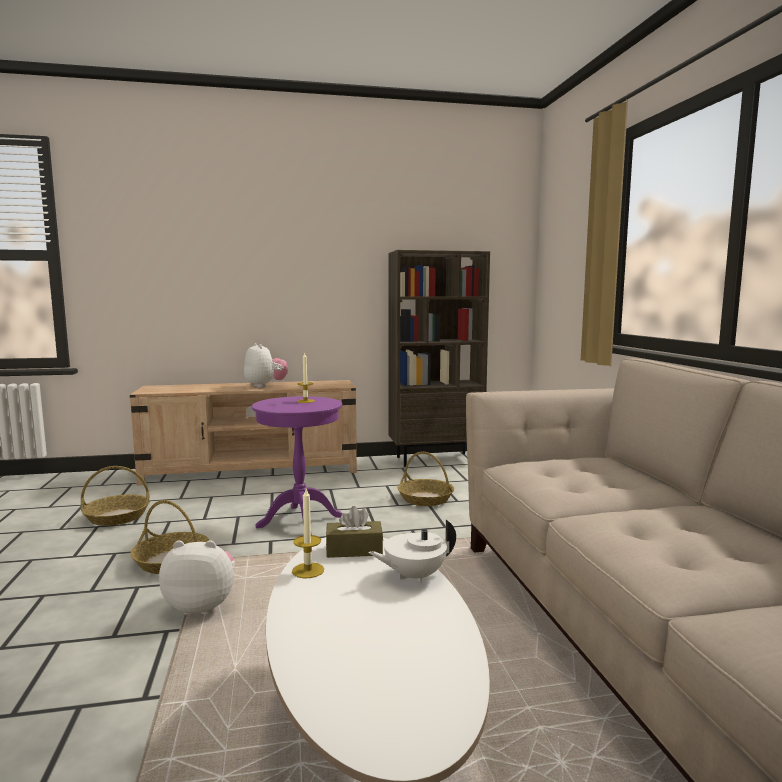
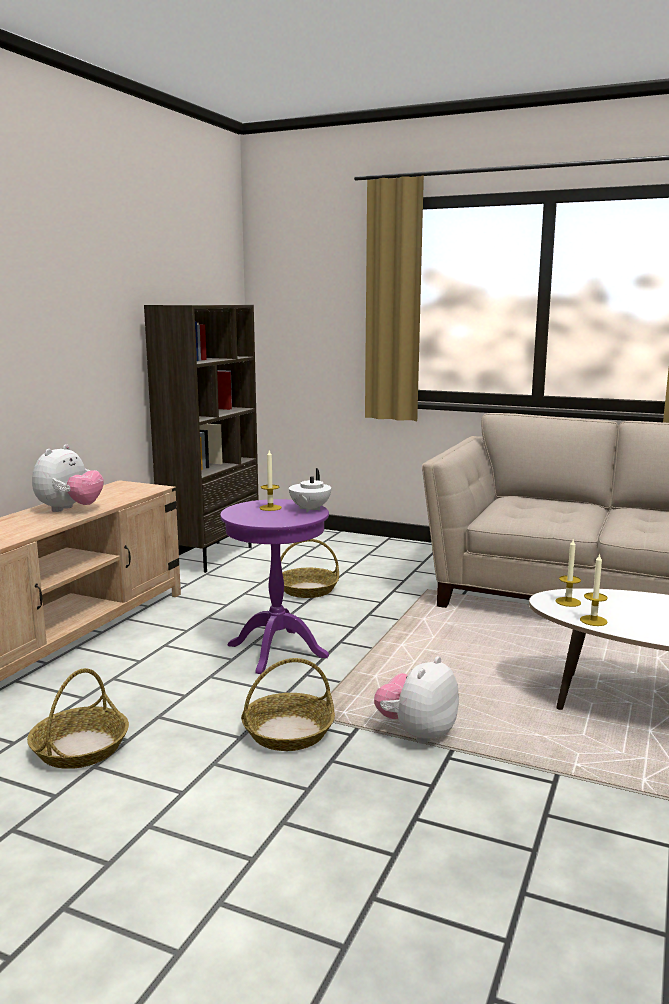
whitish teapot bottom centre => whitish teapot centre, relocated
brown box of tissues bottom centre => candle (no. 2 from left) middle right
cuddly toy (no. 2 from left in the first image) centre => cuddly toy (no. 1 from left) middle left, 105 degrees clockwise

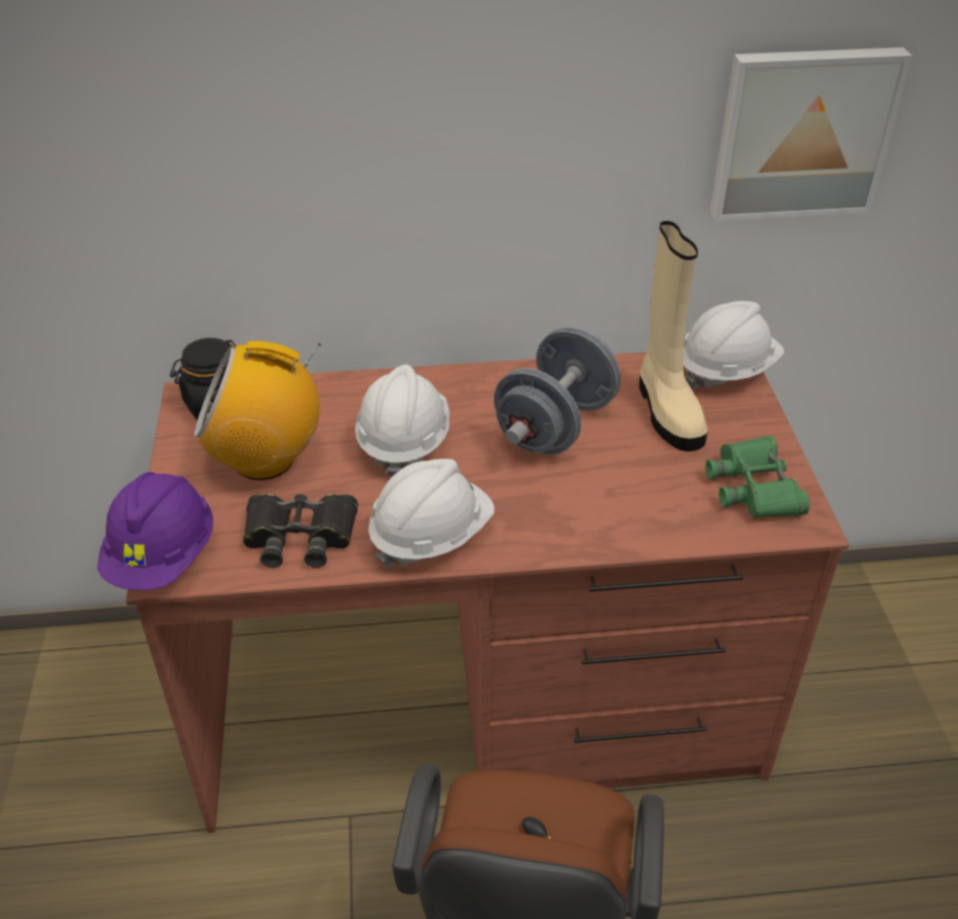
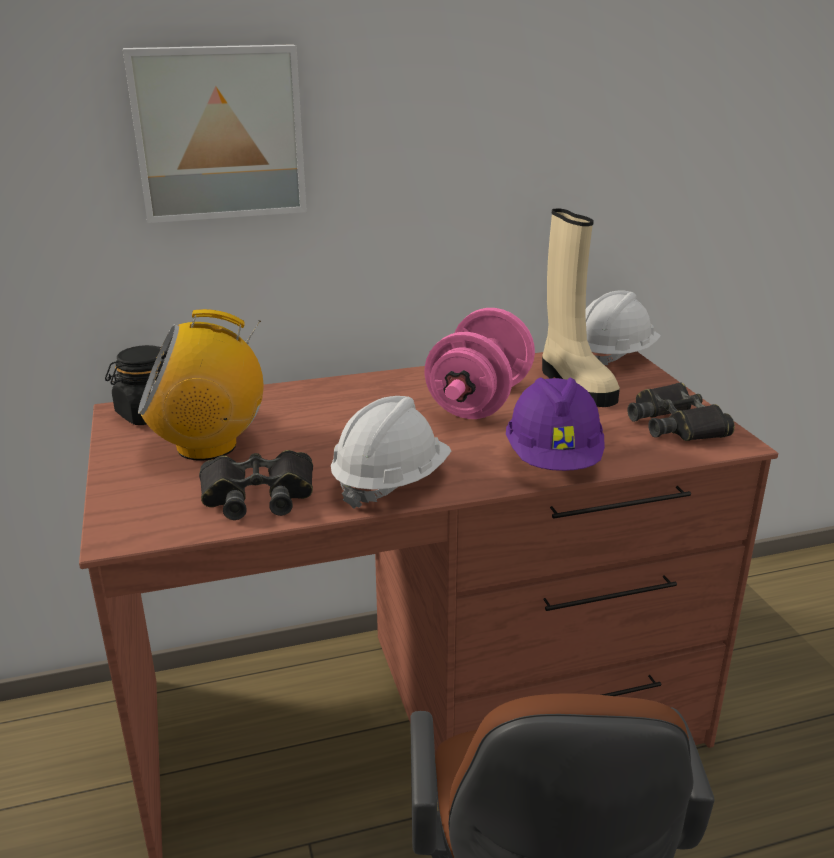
whitish hard hat (no. 1 from left) centre => nothing
purple-coloured hard hat middle left => purple-coloured hard hat centre, relocated
wall art top right => wall art top left, relocated
grey hand weight centre => pink-coloured hand weight centre
green binoculars middle right => blackish binoculars (no. 2 from left) middle right

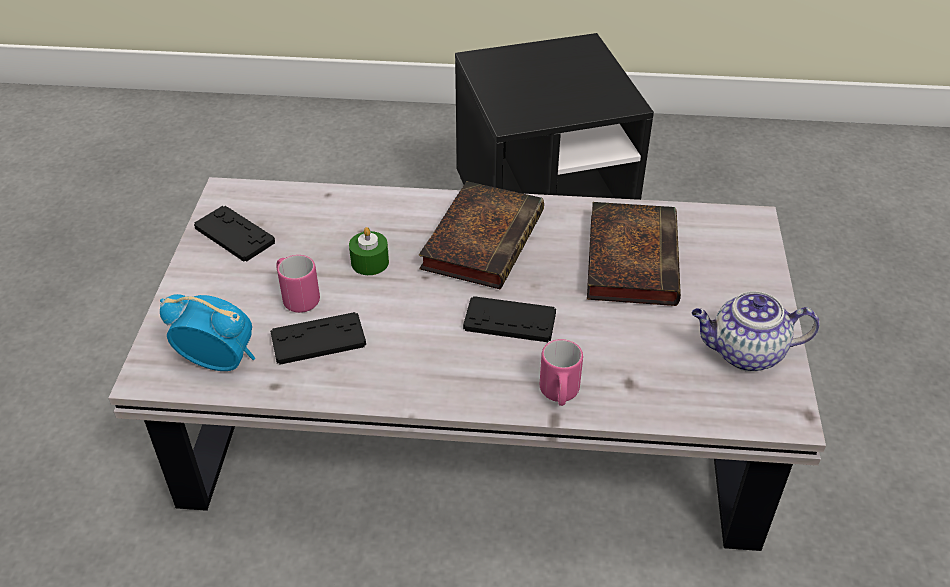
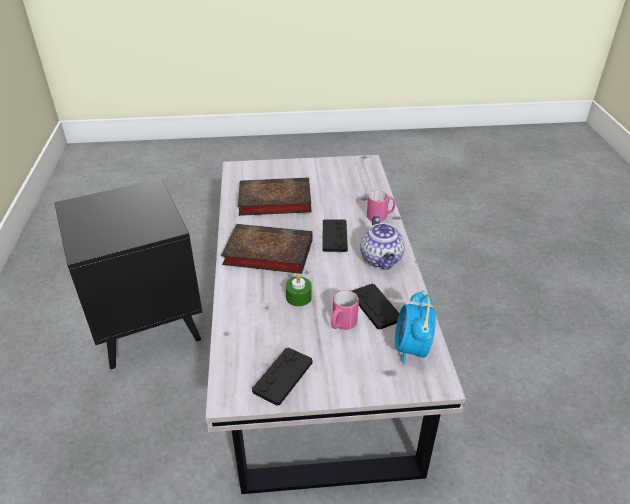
teapot middle right => teapot centre, relocated

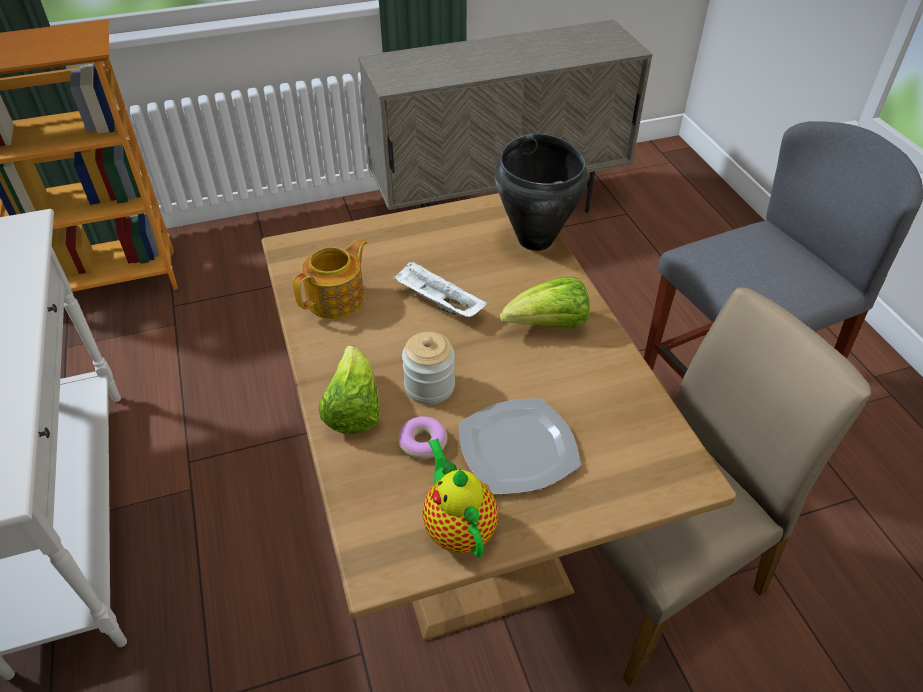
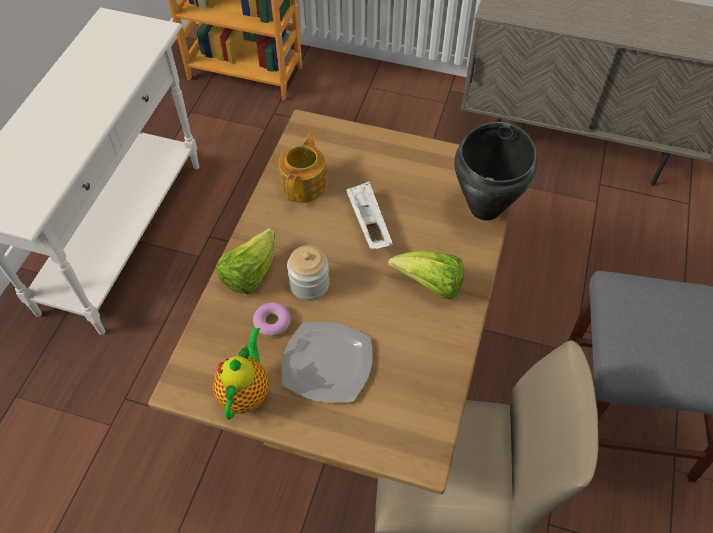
teapot (no. 1 from left in the first image) centre => teapot (no. 2 from left) top centre, 60 degrees counterclockwise

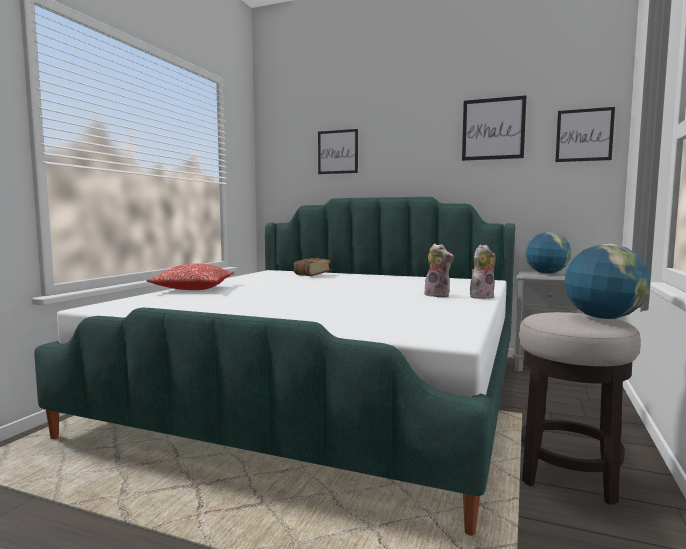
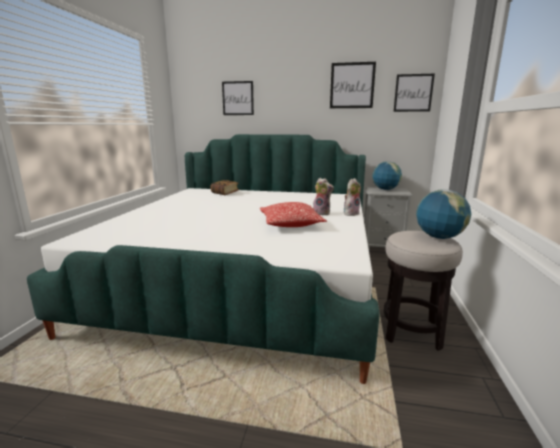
pillow middle left => pillow centre, relocated

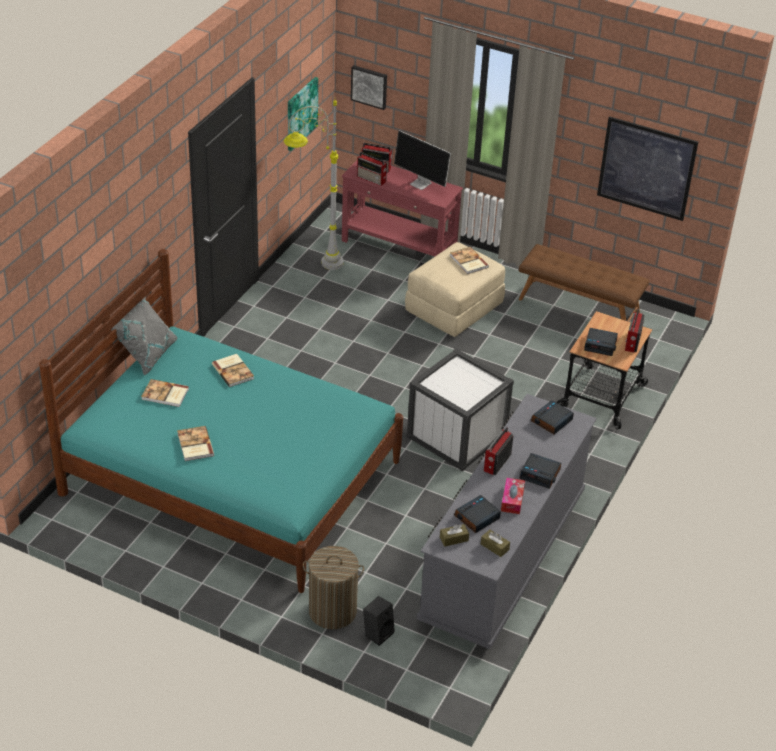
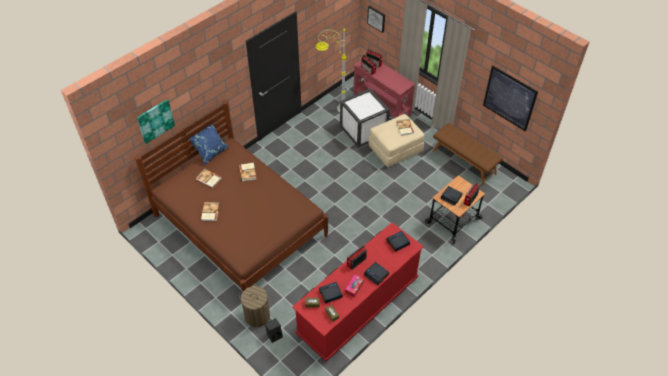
computer screen top centre => nothing
wall art (no. 1 from left) top centre => wall art (no. 1 from left) top left, relocated
whitish storage box centre => whitish storage box top centre, relocated
turquoise bedroom bed middle left => brown bedroom bed centre
grey pillow middle left => blue pillow middle left
grey dresser bottom centre => red-coloured dresser bottom centre

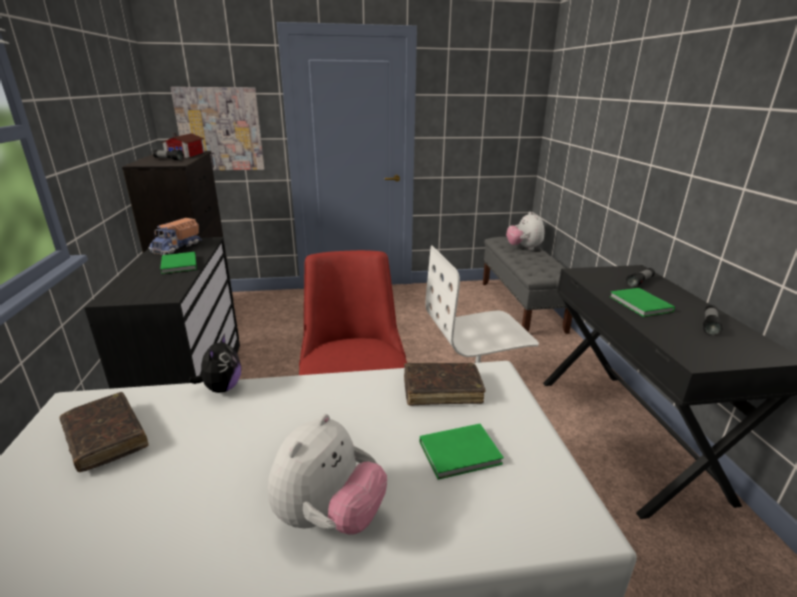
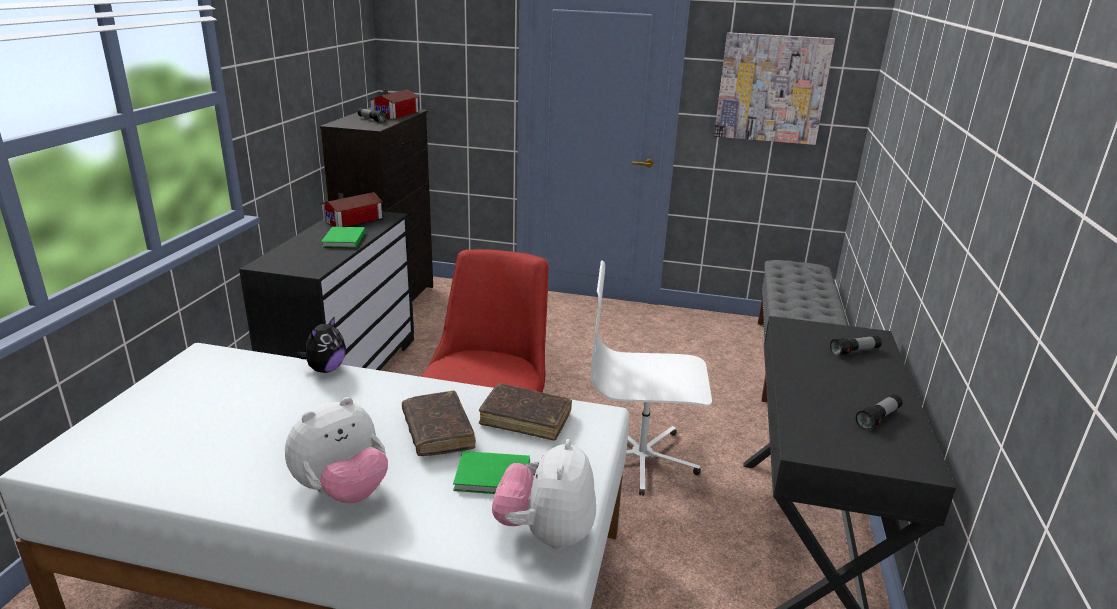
green bound book (no. 3 from left) middle right => nothing
brown bound book (no. 1 from left) bottom left => brown bound book (no. 1 from left) bottom centre, relocated
wall art top left => wall art top right, relocated
cuddly toy (no. 3 from left) centre => cuddly toy (no. 3 from left) bottom centre, relocated
toy lorry middle left => toy house (no. 1 from left) middle left

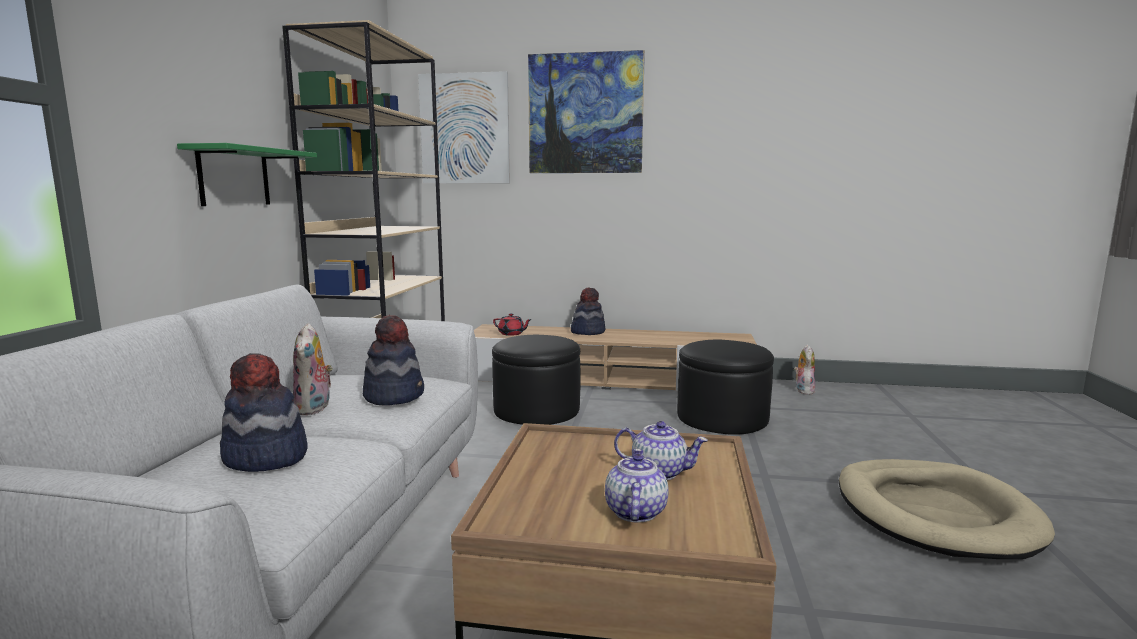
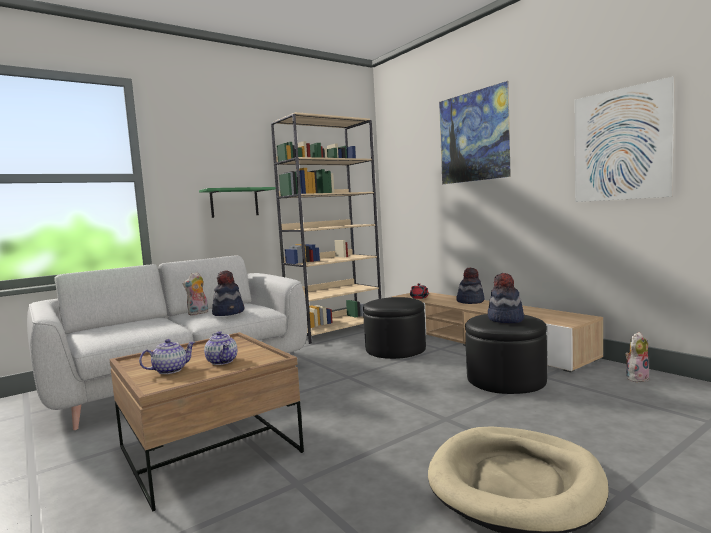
wearable hat (no. 1 from left in the first image) middle left => wearable hat (no. 3 from left) middle right, relocated
wall art (no. 1 from left in the first image) top centre => wall art (no. 2 from left) top right, relocated

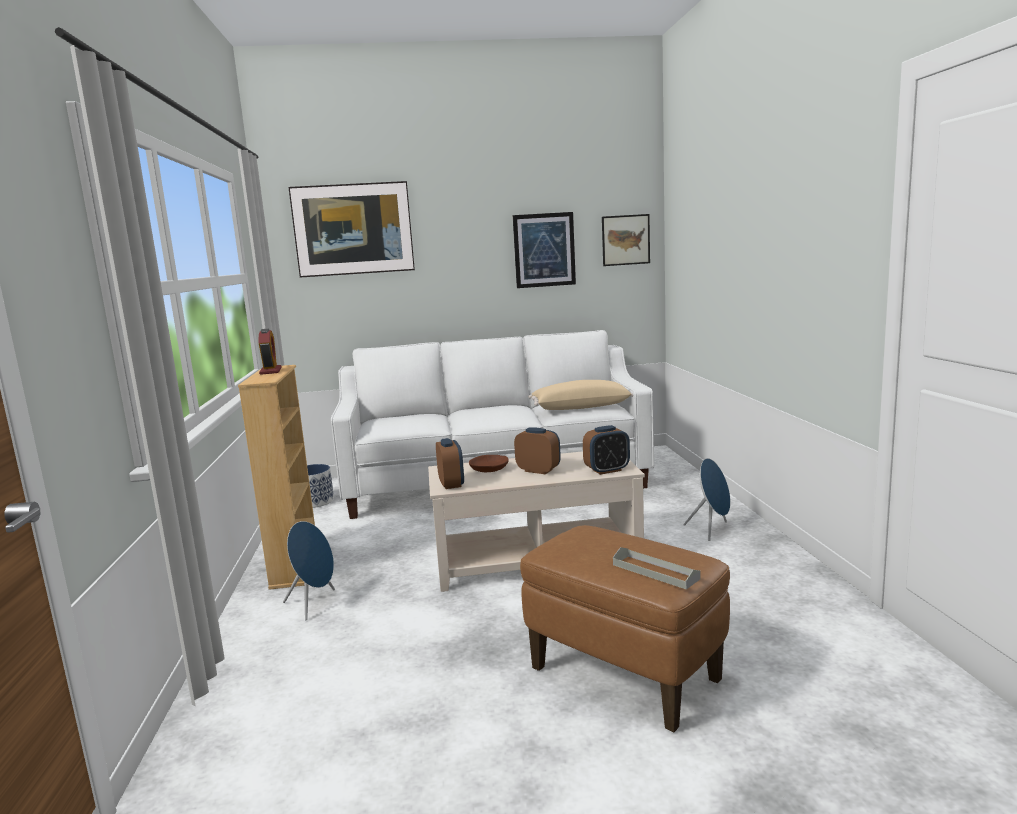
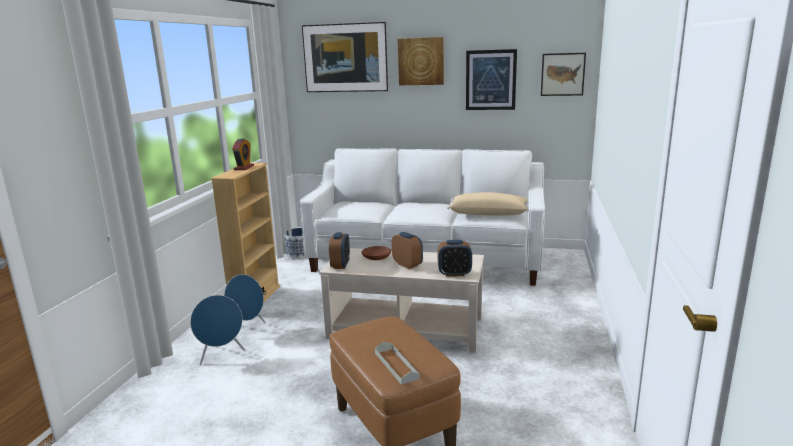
nothing => wall art (no. 2 from left) top centre
blue speaker (no. 2 from left in the first image) middle right => blue speaker (no. 1 from left) bottom left, relocated

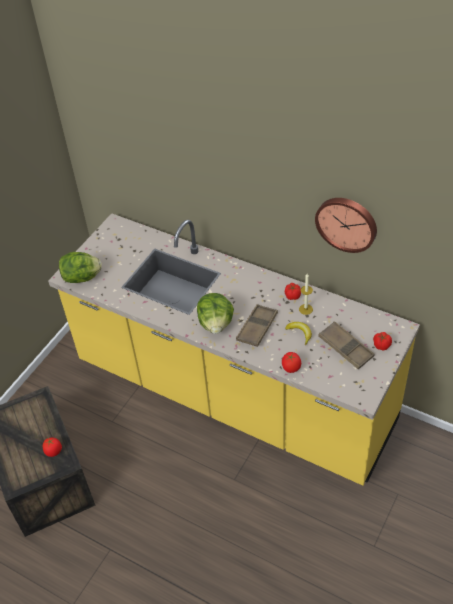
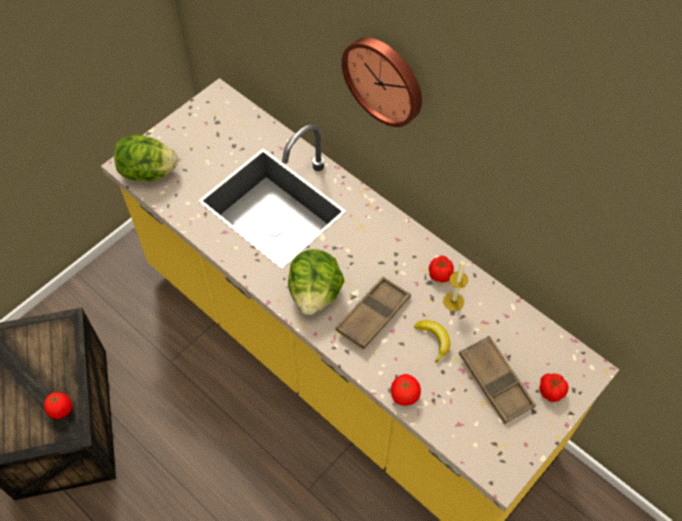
hanging clock middle right => hanging clock top centre, relocated

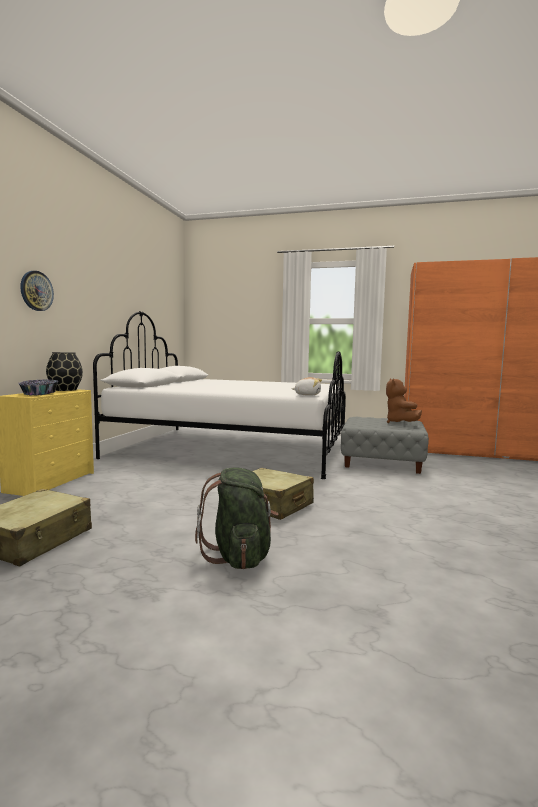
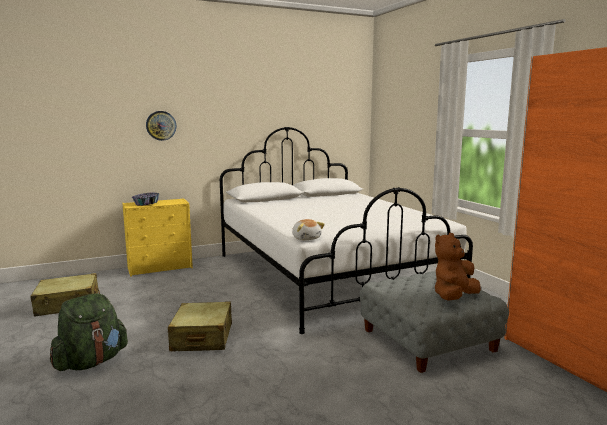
blackish flower vase middle left => nothing

